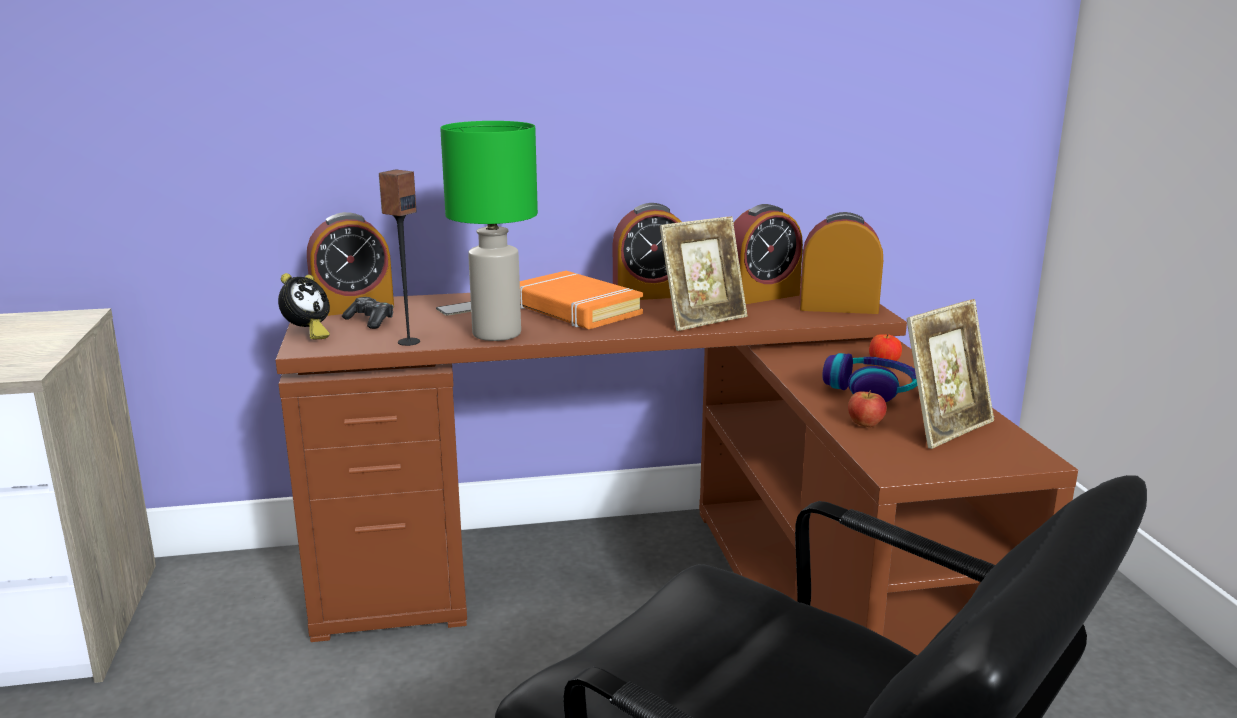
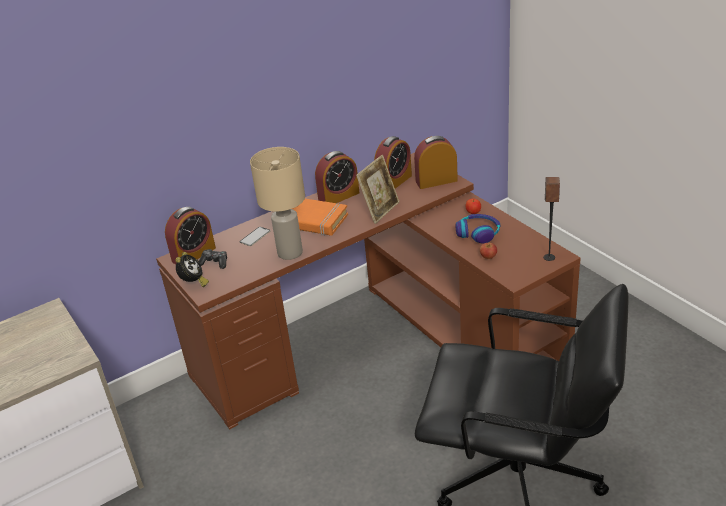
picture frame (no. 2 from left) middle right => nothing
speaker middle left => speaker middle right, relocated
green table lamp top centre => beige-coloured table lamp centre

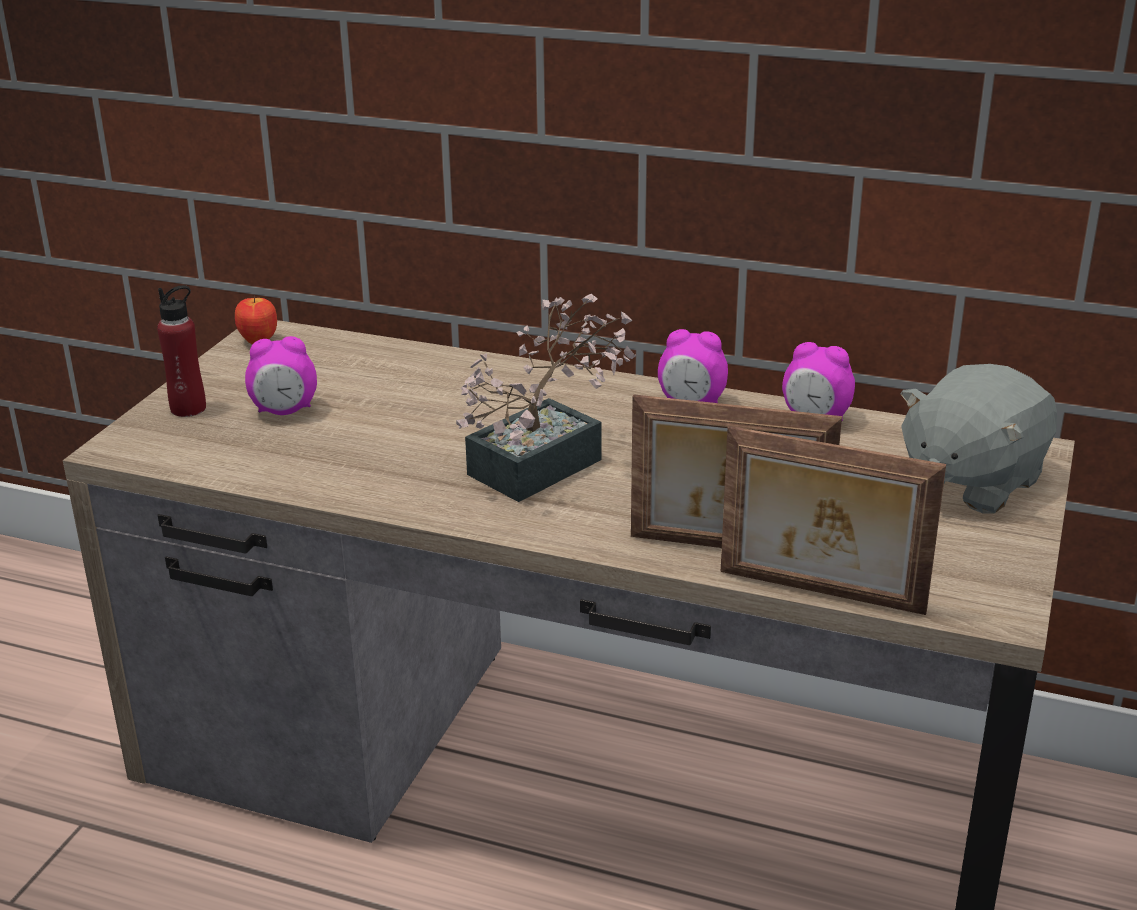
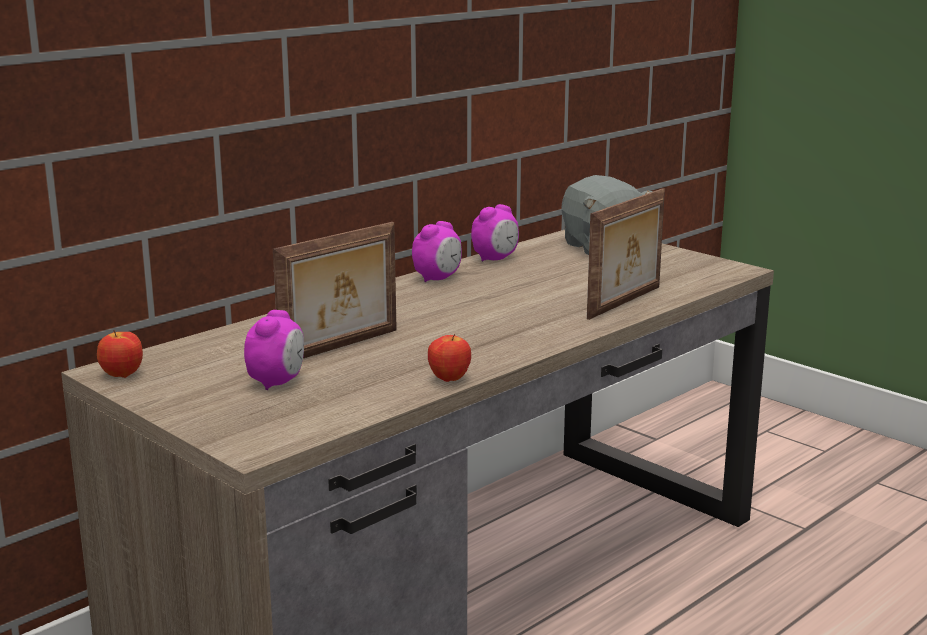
red-coloured beverage bottle middle left => nothing
potted plant centre => nothing
nothing => whole apple (no. 2 from left) centre
picture frame (no. 2 from left in the first image) middle right => picture frame (no. 1 from left) centre, relocated

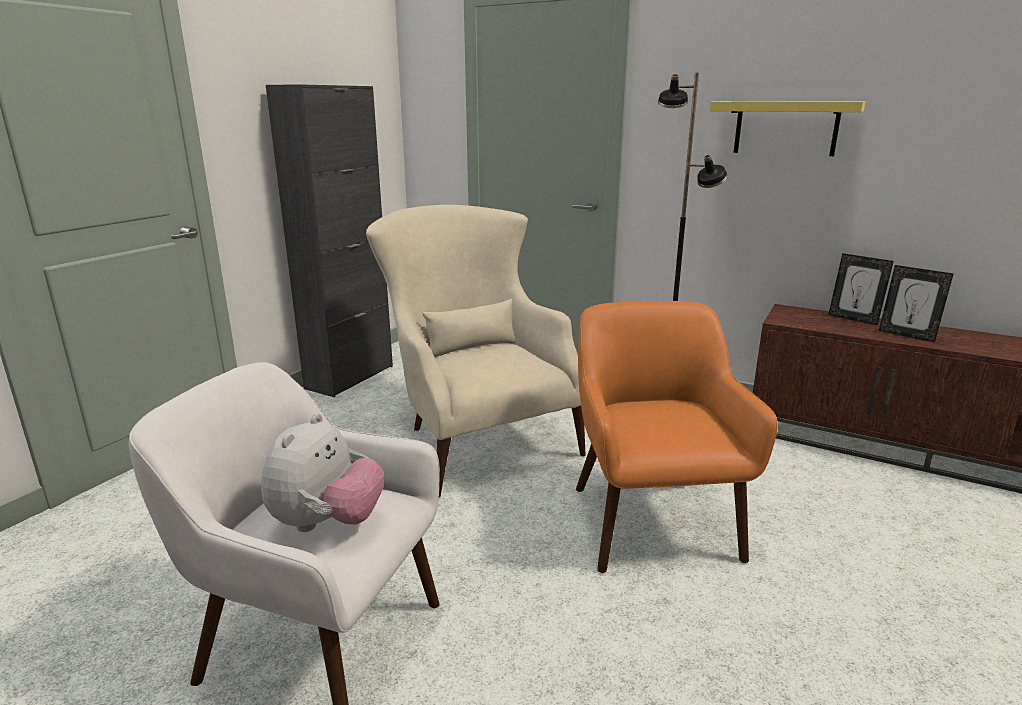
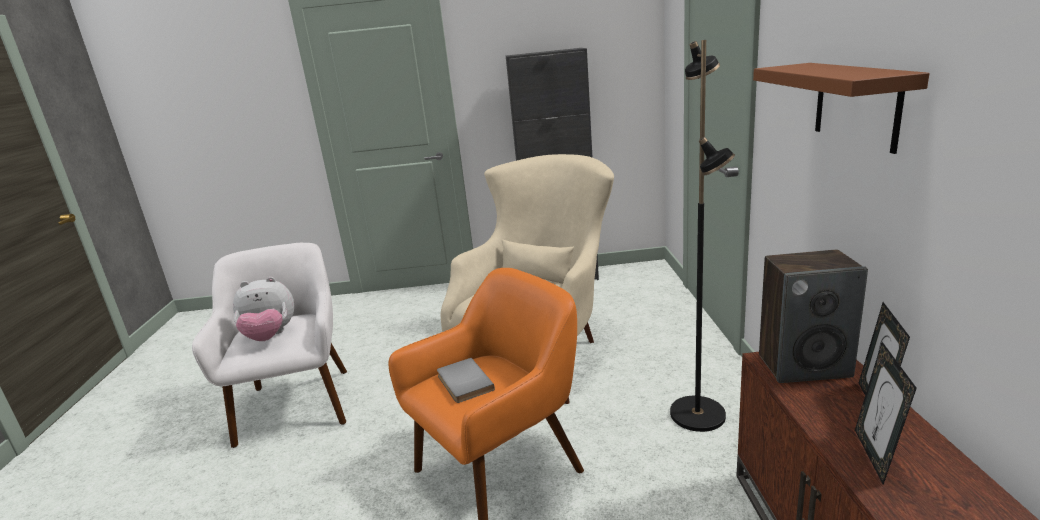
nothing => grey bound book bottom centre
nothing => speaker middle right
yellow-coloured bracket shelf top right => brown bracket shelf top right

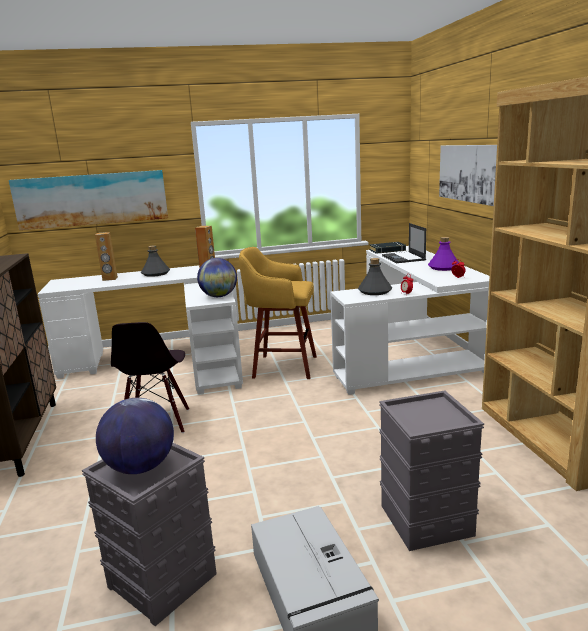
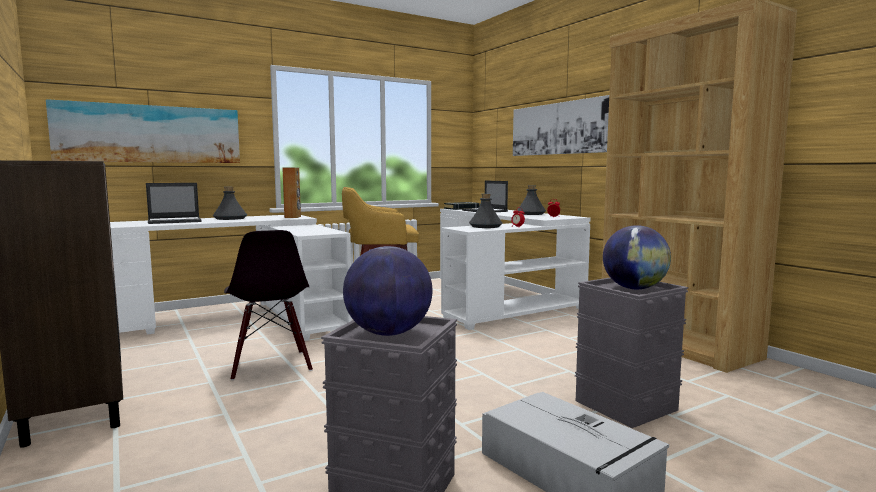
desk globe (no. 2 from left) centre => desk globe (no. 2 from left) middle right, relocated
brown speaker (no. 1 from left) middle left => portable computer (no. 1 from left) middle left
purple-coloured beverage bottle middle right => grey beverage bottle (no. 3 from left) centre

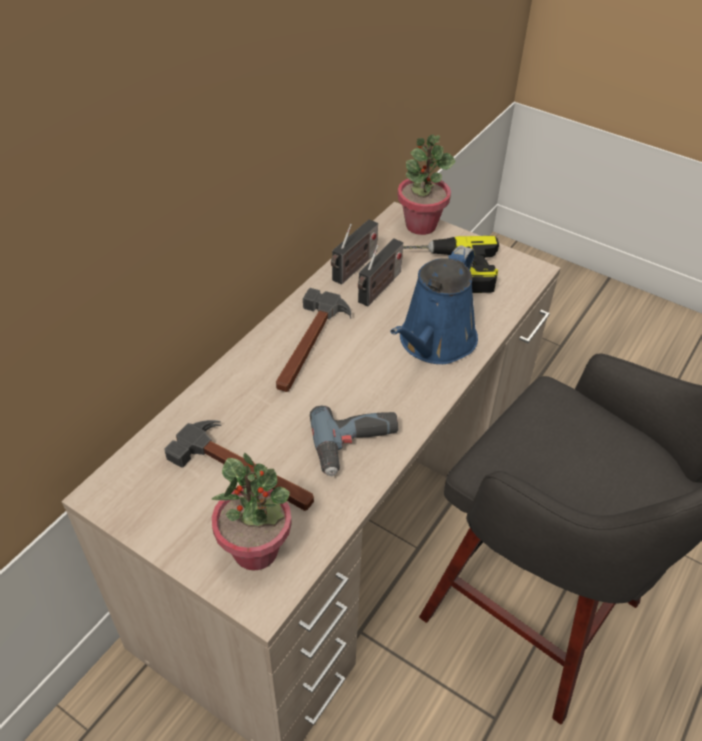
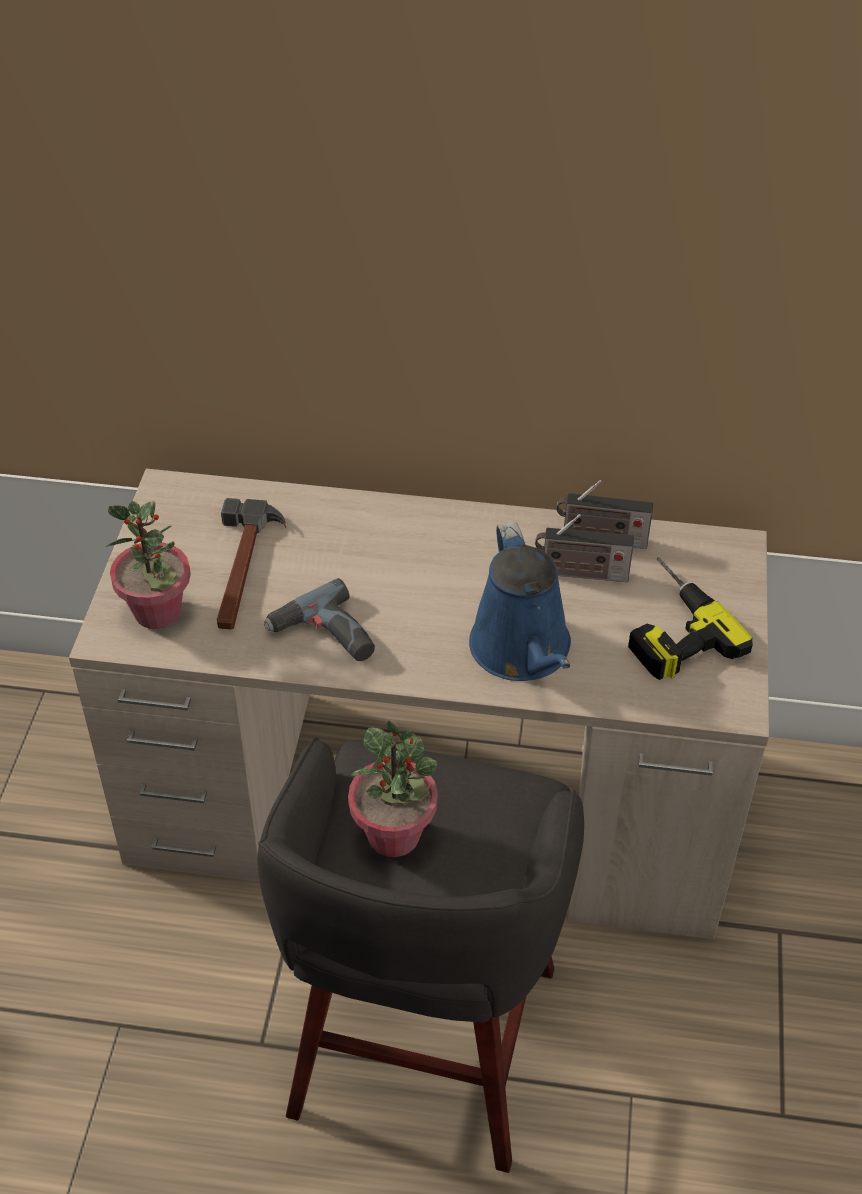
hammer (no. 2 from left) centre => nothing
potted plant (no. 2 from left) top centre => potted plant (no. 2 from left) centre, relocated
blue watering can centre, 105 degrees counterclockwise

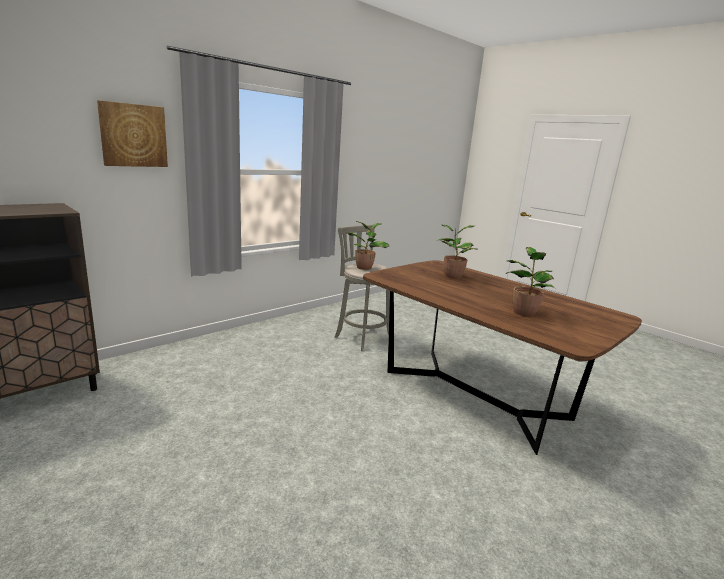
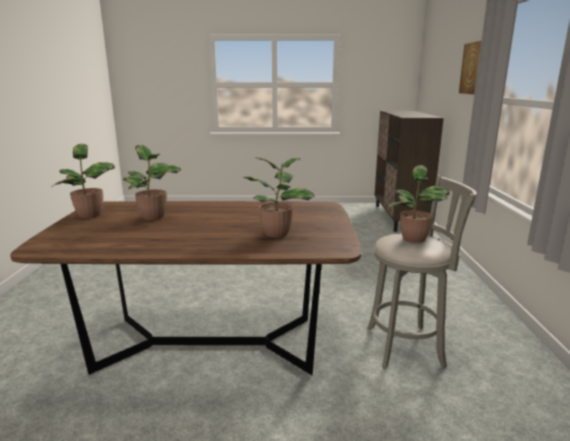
nothing => potted plant (no. 1 from left) middle left

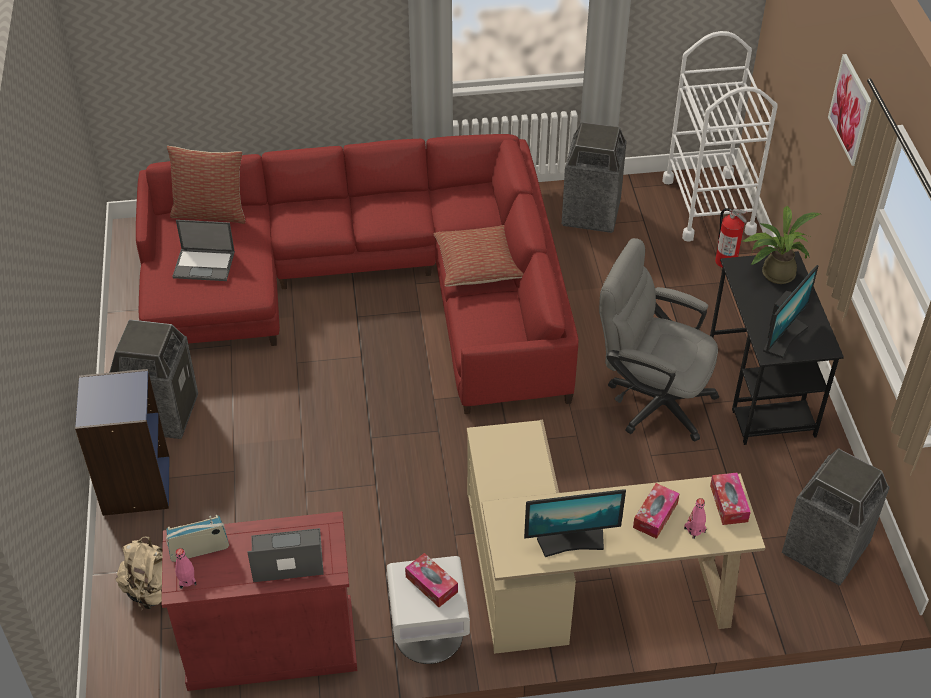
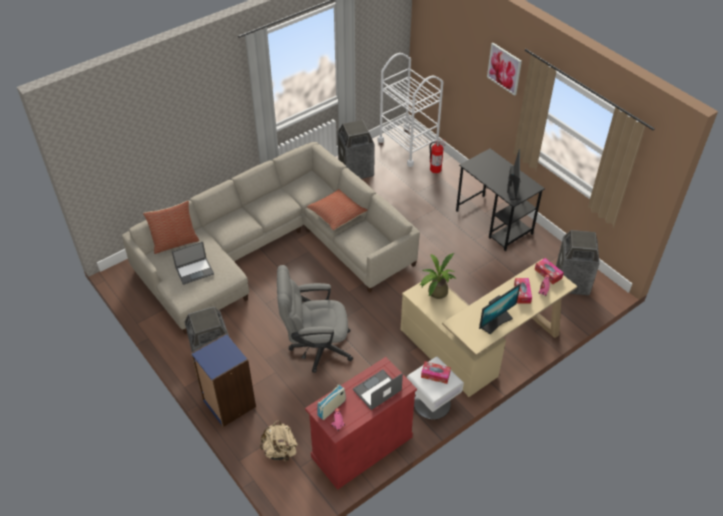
grey office chair middle right => grey office chair centre, relocated
potted plant middle right => potted plant centre, relocated
red-coloured settee centre => beige-coloured settee centre

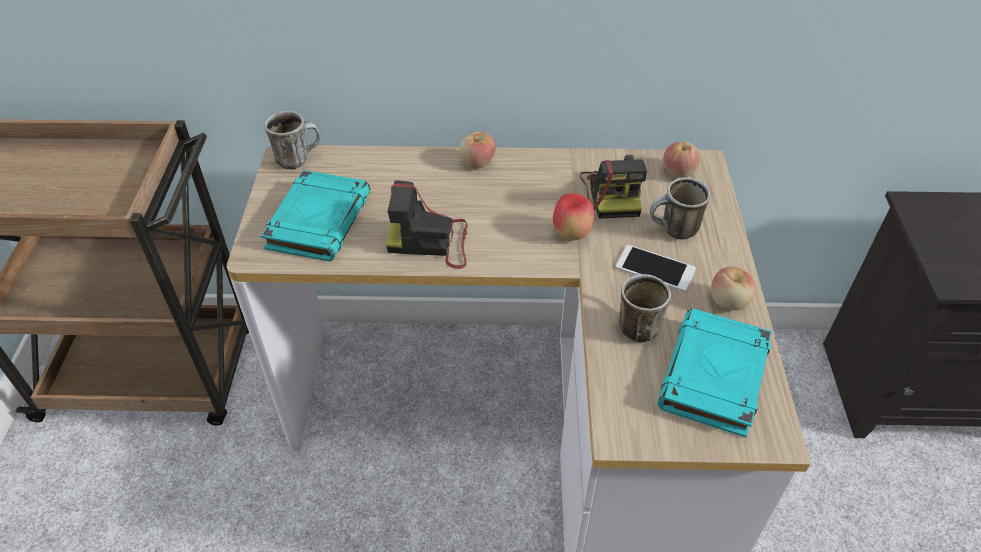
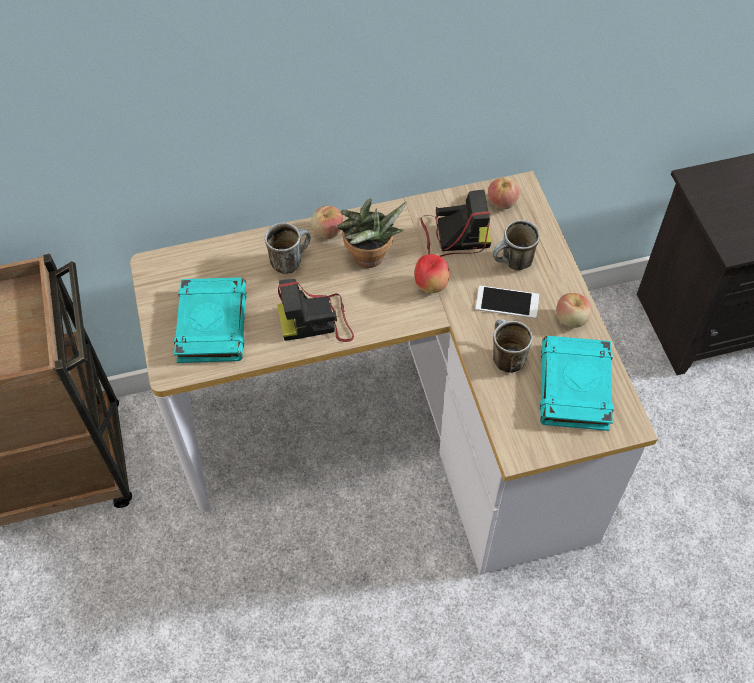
nothing => potted plant centre
coffee mug (no. 1 from left) top left => coffee mug (no. 1 from left) centre, relocated
photo camera (no. 2 from left) centre => photo camera (no. 2 from left) top centre, 75 degrees counterclockwise

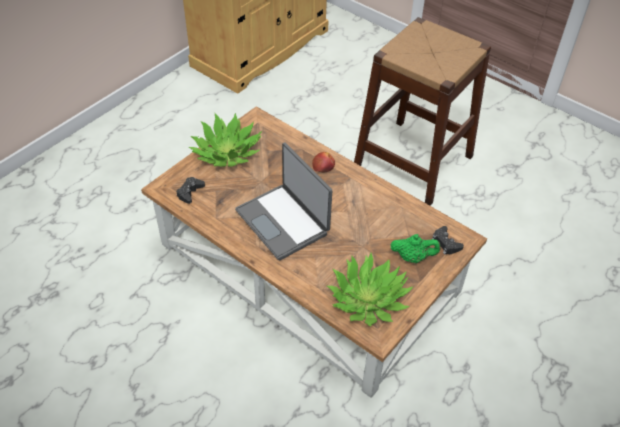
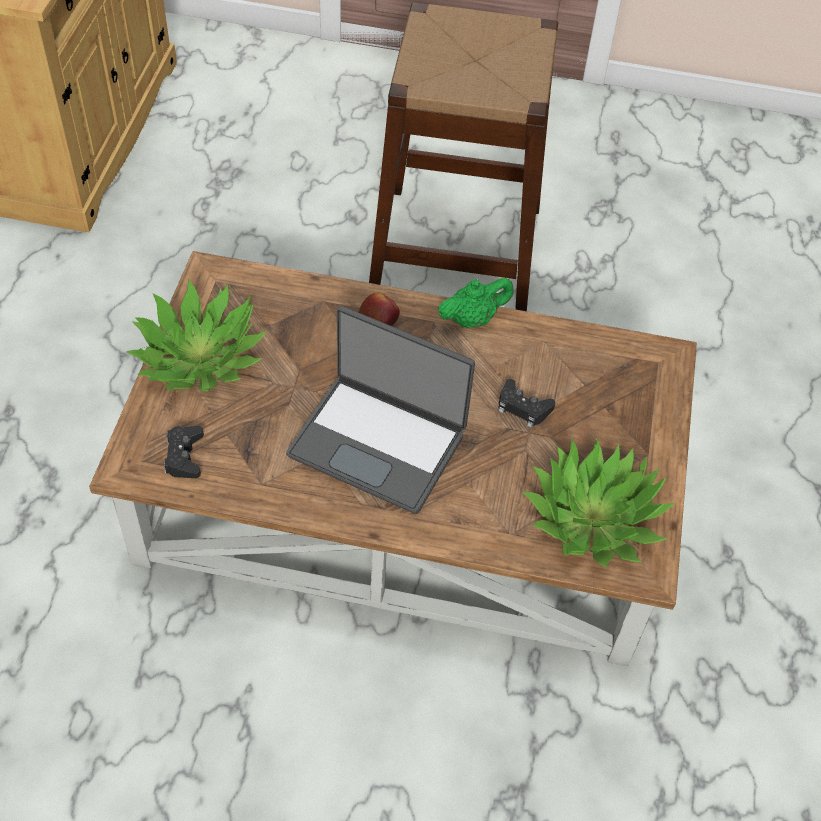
green teapot middle right => green teapot centre, relocated
blackish gamepad (no. 2 from left) middle right => blackish gamepad (no. 2 from left) centre, relocated

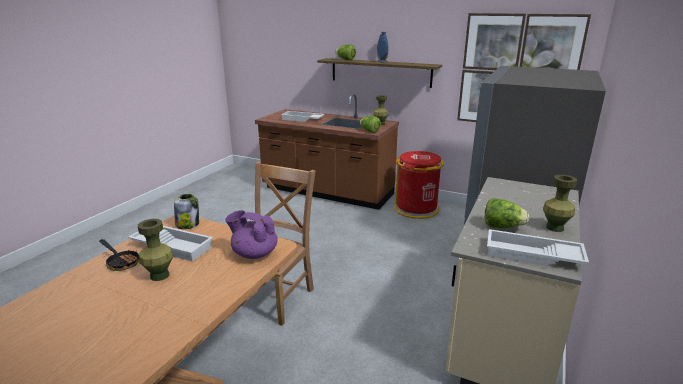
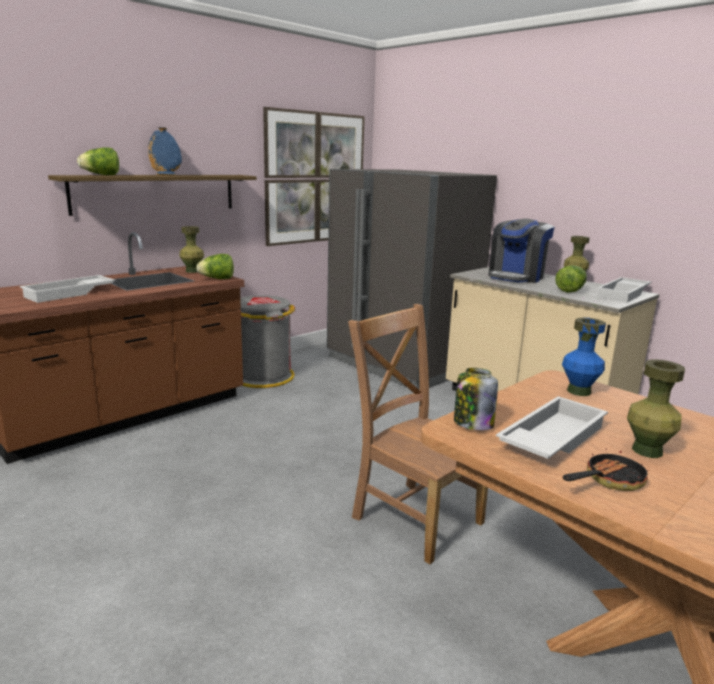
nothing => coffee maker middle right
purple-coloured teapot centre => blue flower vase (no. 2 from left) middle right
red-coloured waste bin centre => grey waste bin centre

